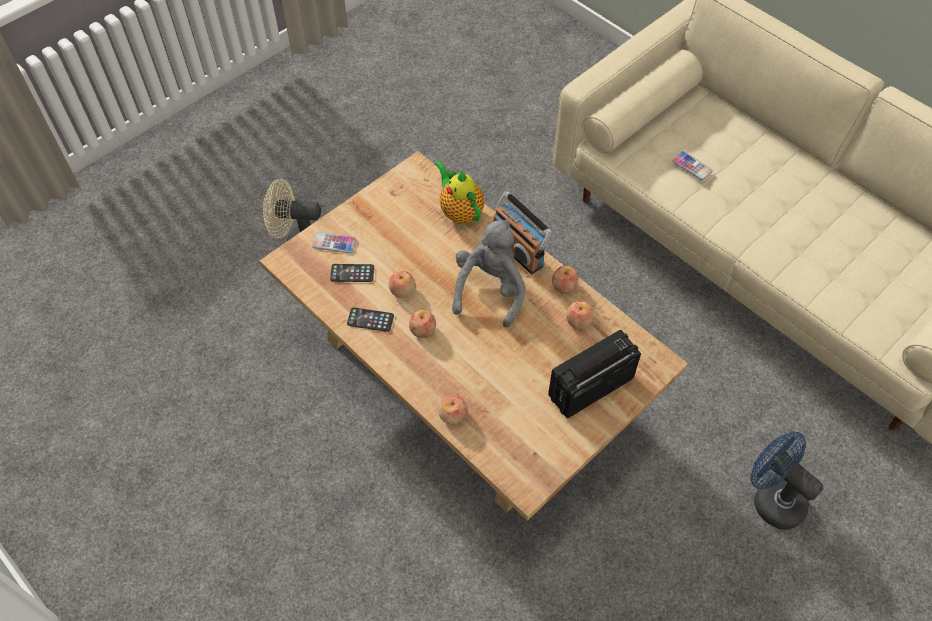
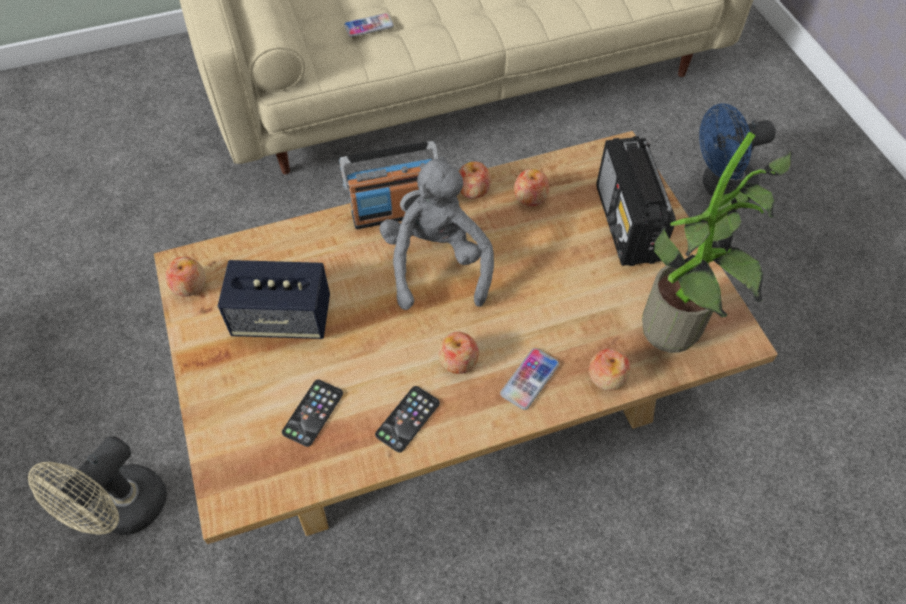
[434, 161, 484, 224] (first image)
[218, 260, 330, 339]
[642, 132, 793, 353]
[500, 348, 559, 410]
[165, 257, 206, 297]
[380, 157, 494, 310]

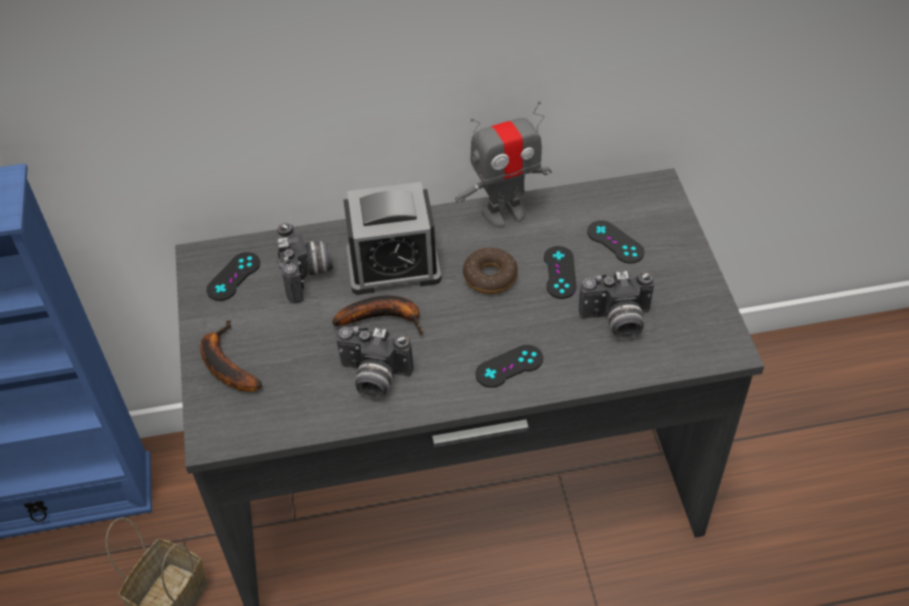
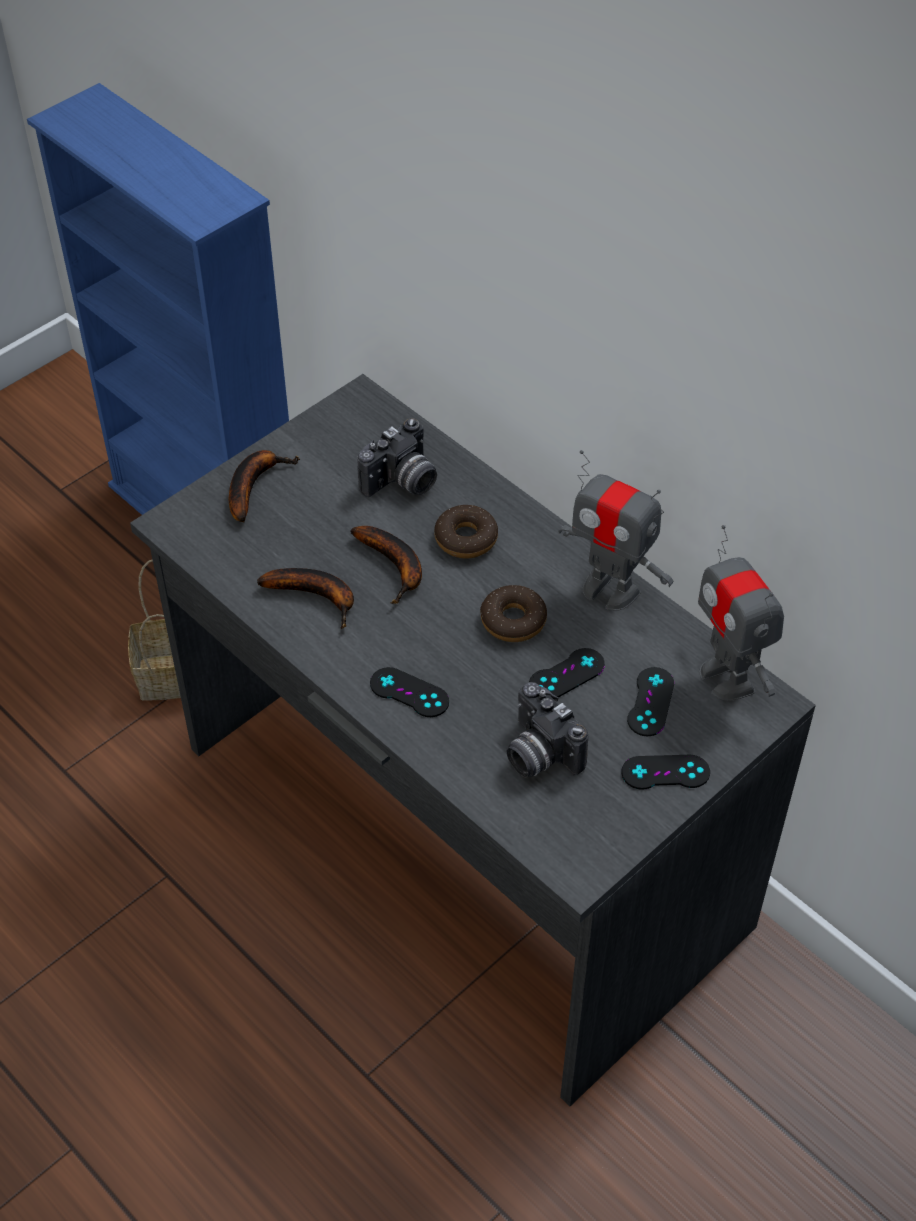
[698, 525, 784, 701]
[621, 755, 710, 790]
[257, 568, 354, 629]
[434, 505, 498, 558]

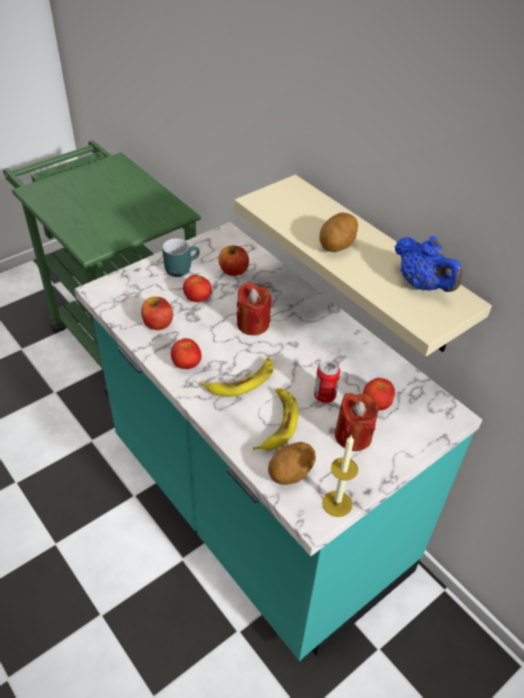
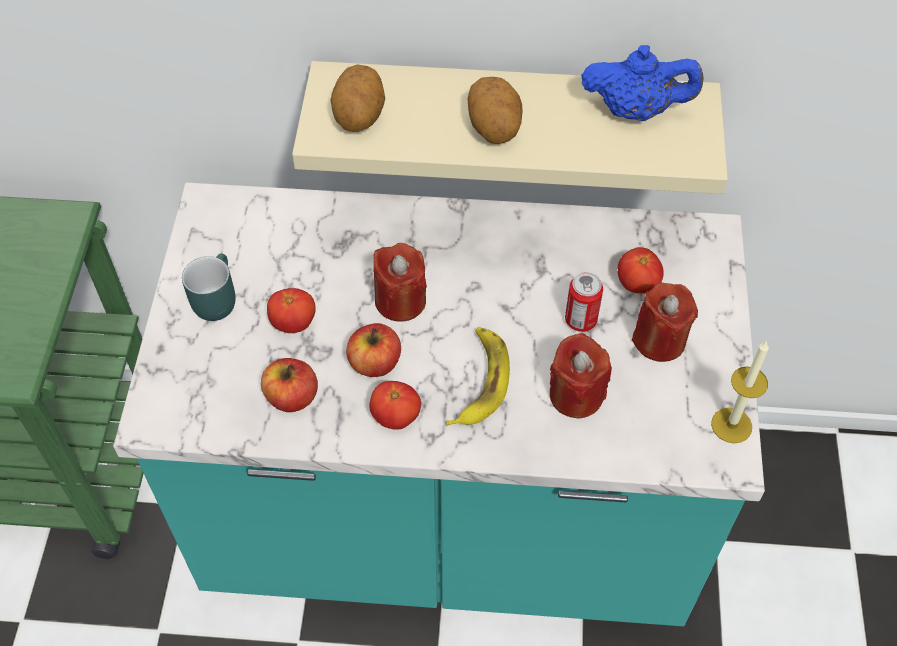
[346, 323, 401, 377]
[330, 64, 385, 132]
[550, 333, 612, 418]

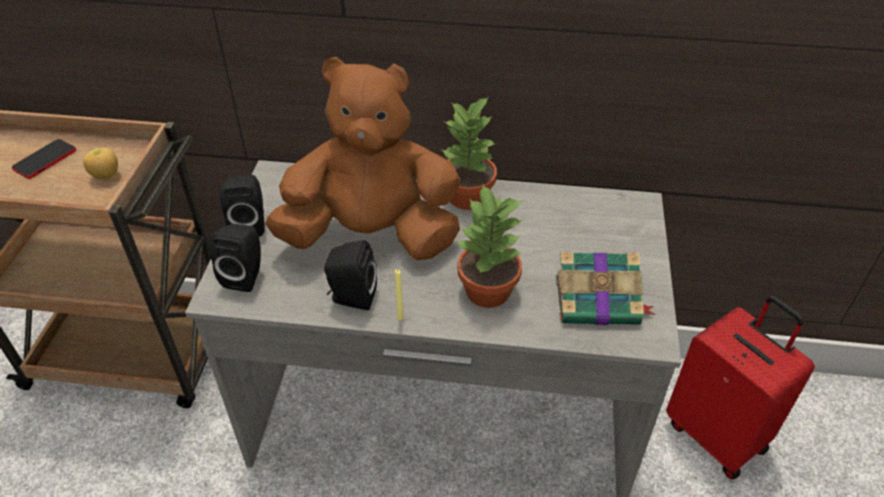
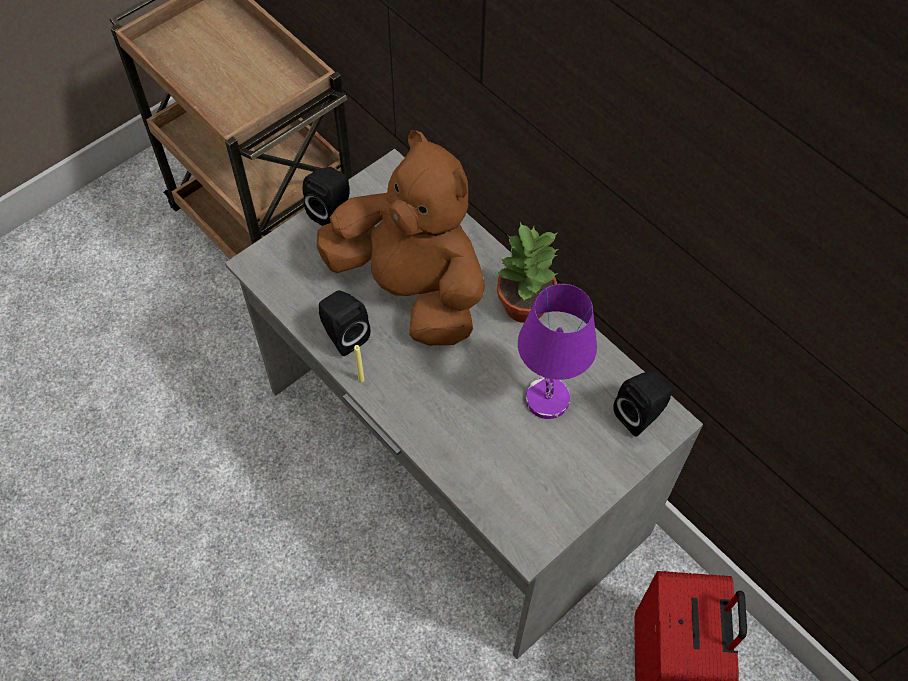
[12, 139, 76, 179] (first image)
[83, 148, 118, 179] (first image)
[456, 184, 522, 308] (first image)
[556, 252, 655, 325] (first image)
[518, 284, 597, 419]
[613, 371, 672, 436]

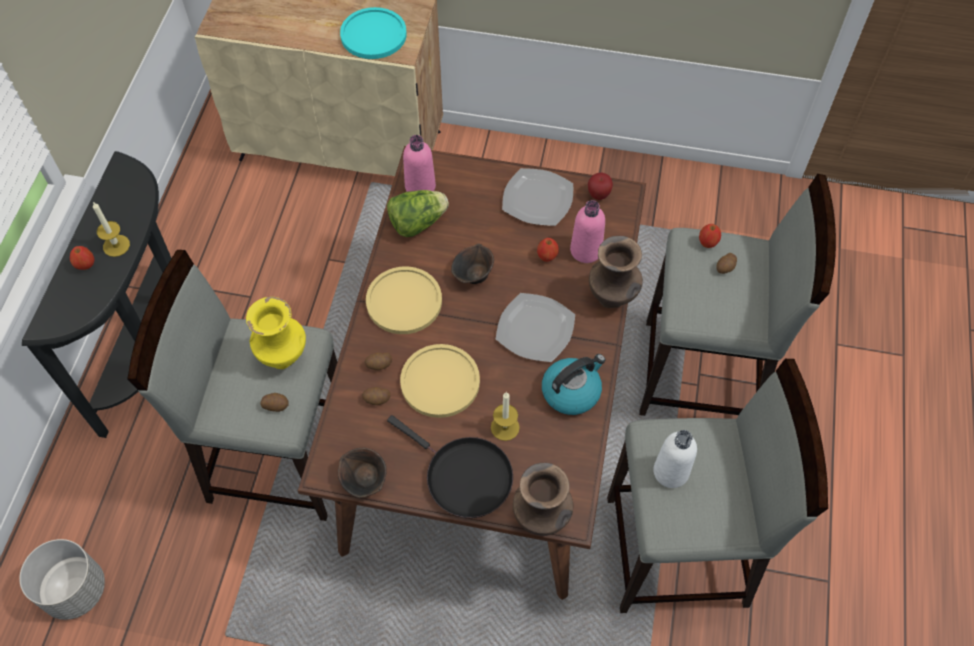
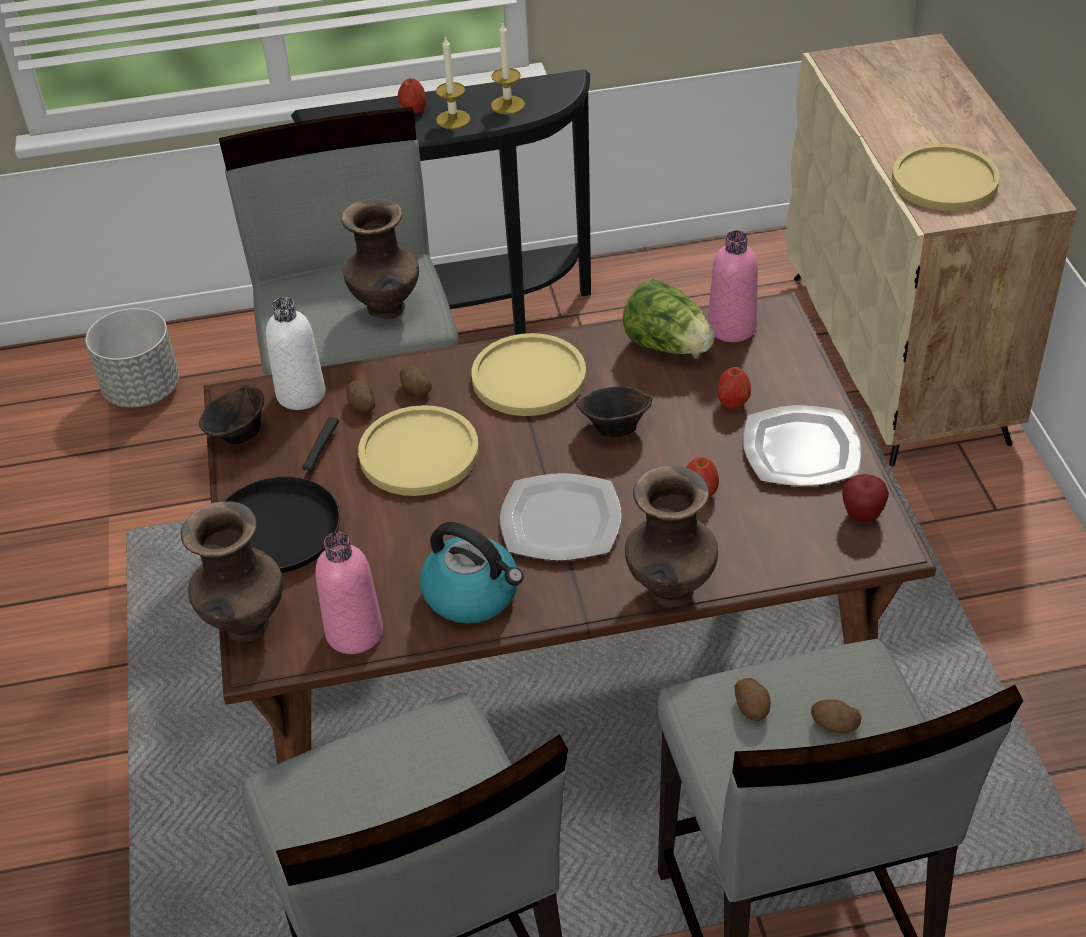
[734, 678, 771, 721]
[491, 22, 525, 114]
[315, 532, 383, 654]
[266, 297, 325, 410]
[717, 367, 751, 409]
[341, 197, 419, 320]
[892, 144, 1000, 211]

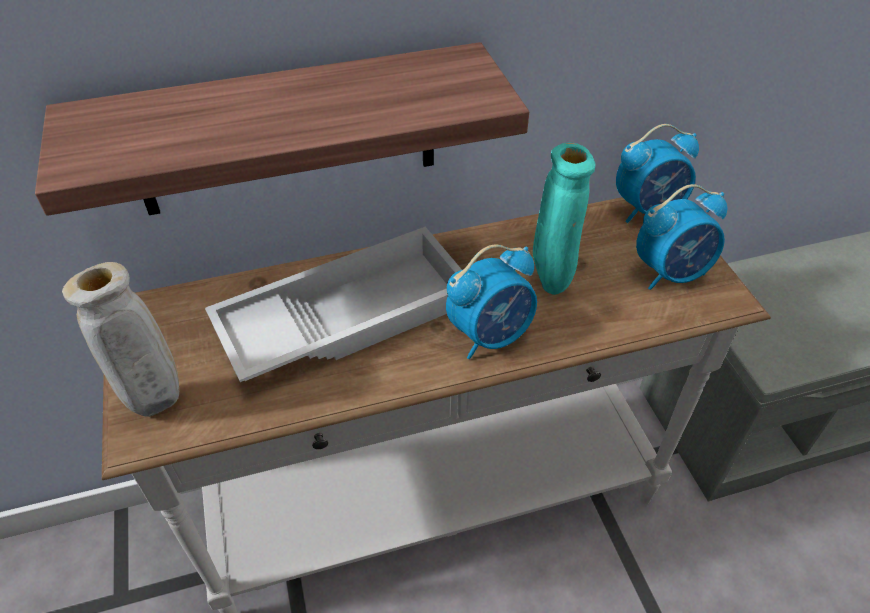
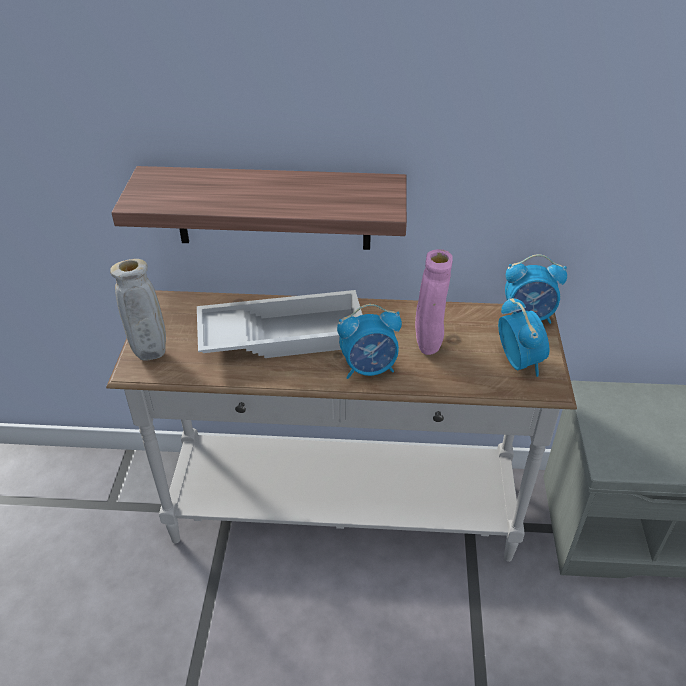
[415, 249, 453, 355]
[498, 296, 549, 377]

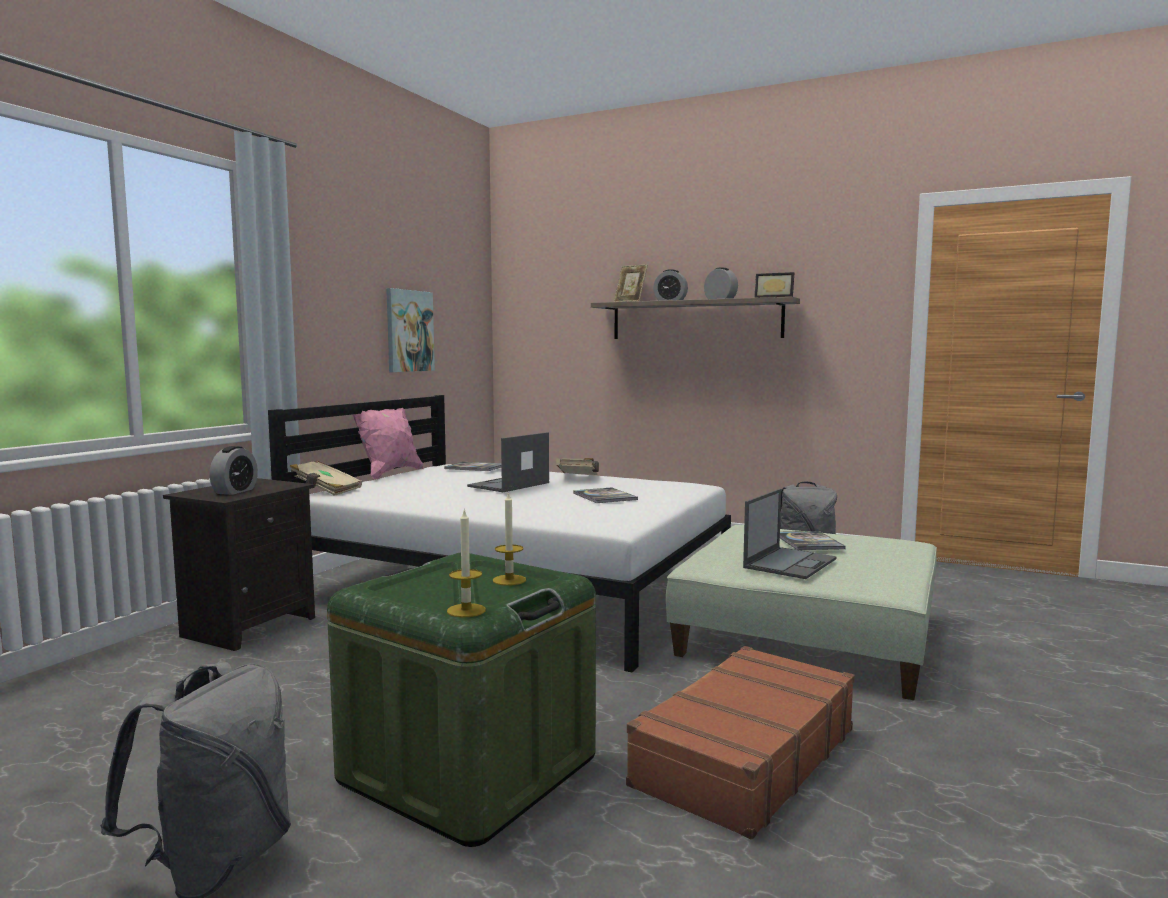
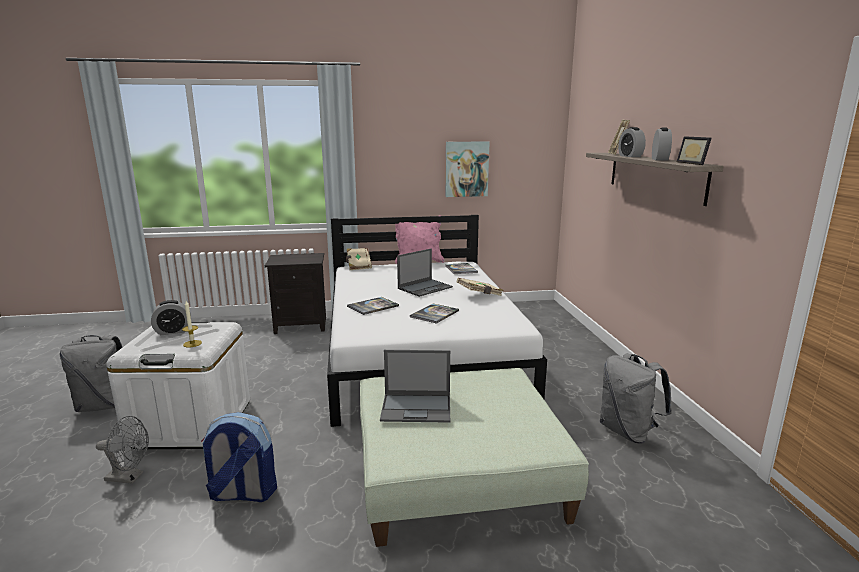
[447, 509, 486, 618] (first image)
[96, 416, 149, 484]
[151, 300, 191, 335]
[347, 297, 399, 315]
[201, 412, 277, 502]
[106, 322, 250, 449]
[397, 249, 453, 297]

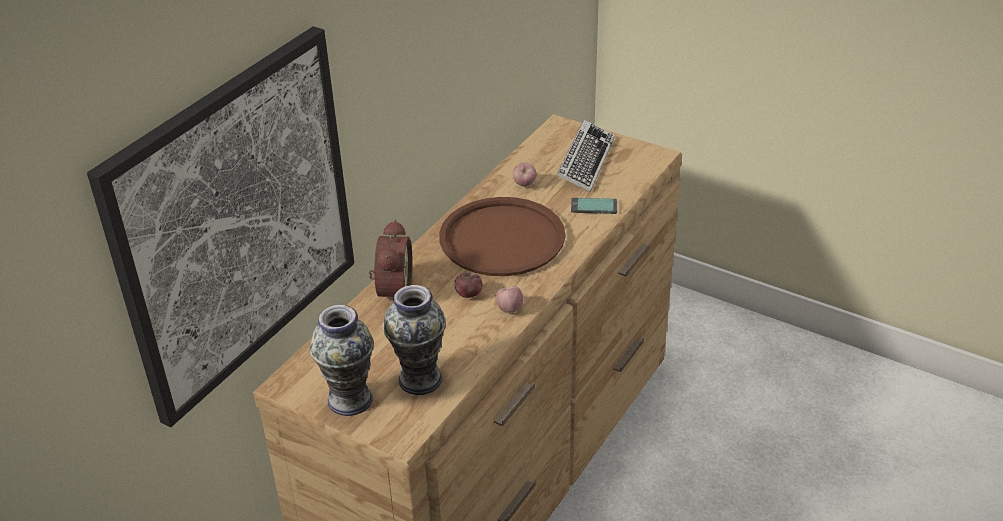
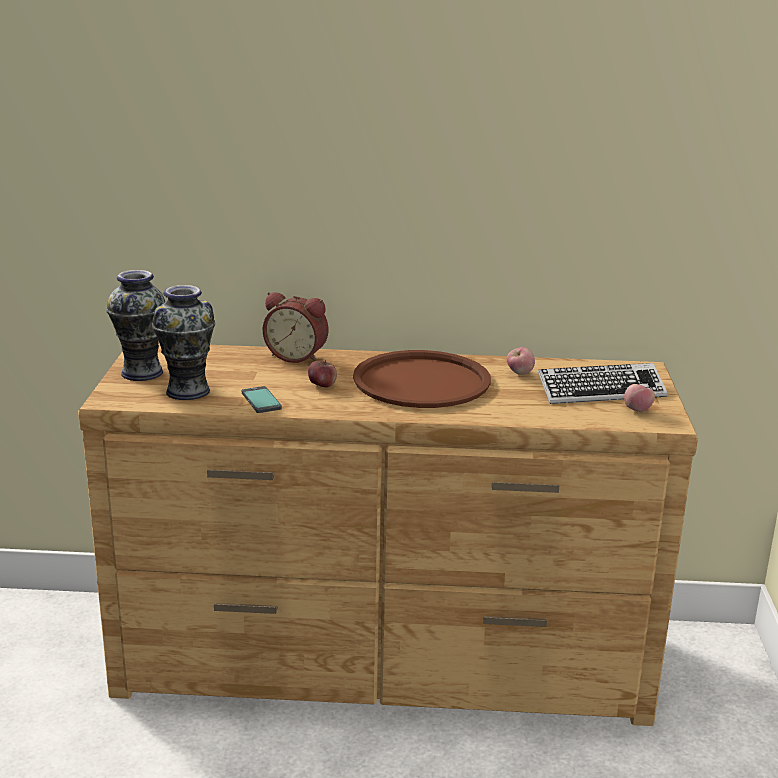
[87, 26, 354, 427] (first image)
[624, 384, 655, 412]
[242, 386, 282, 413]
[263, 292, 329, 363]

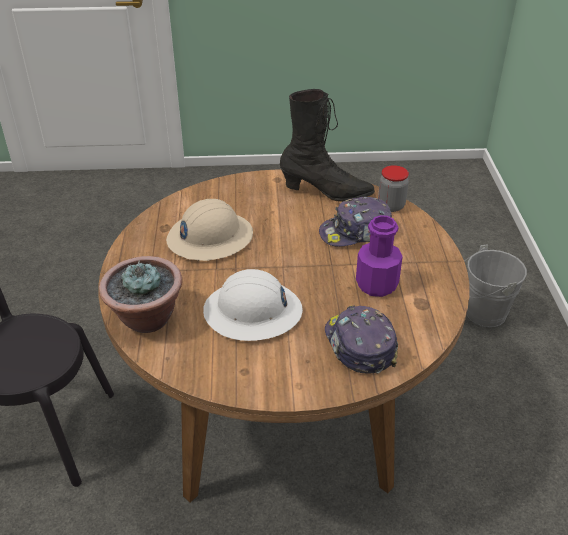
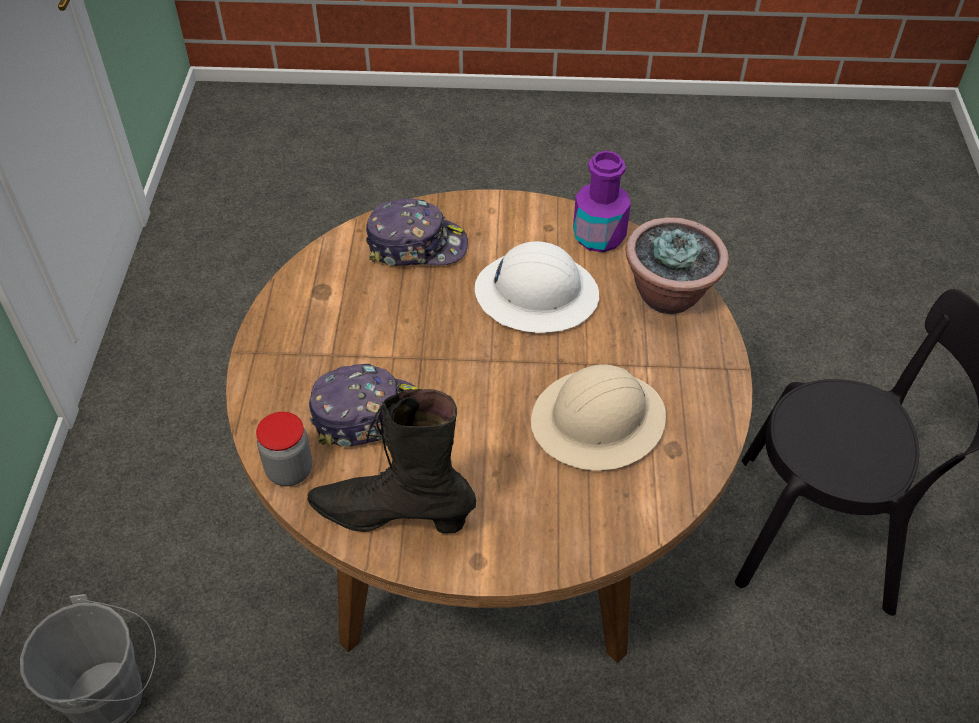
[573, 151, 631, 252]
[366, 199, 468, 266]

